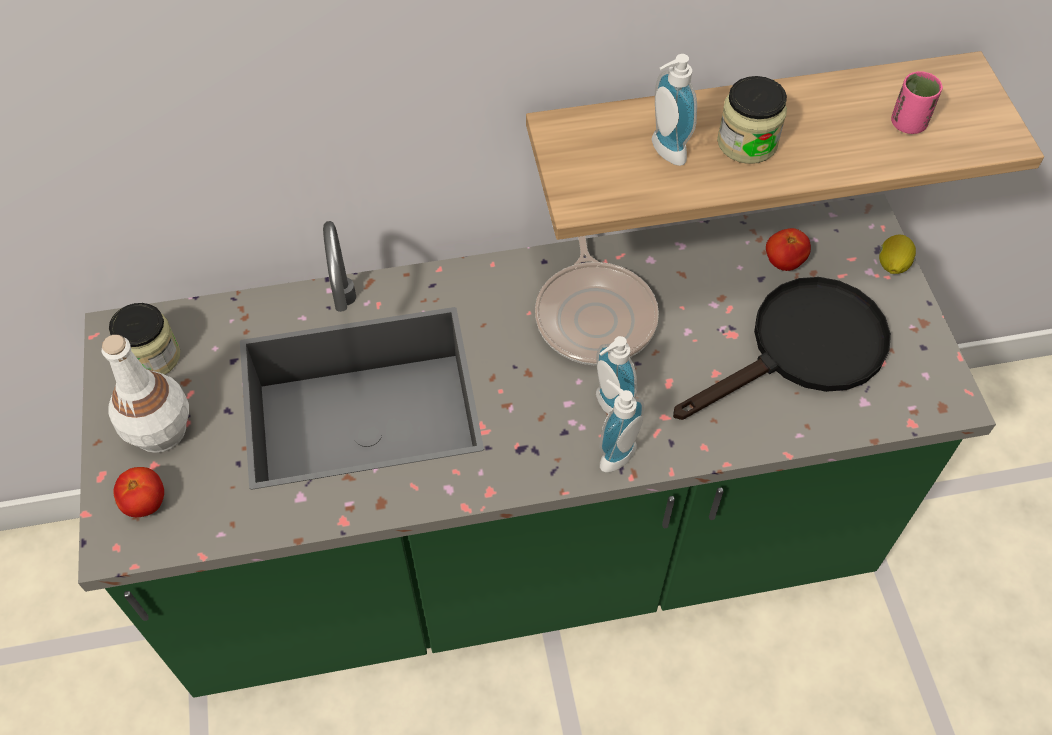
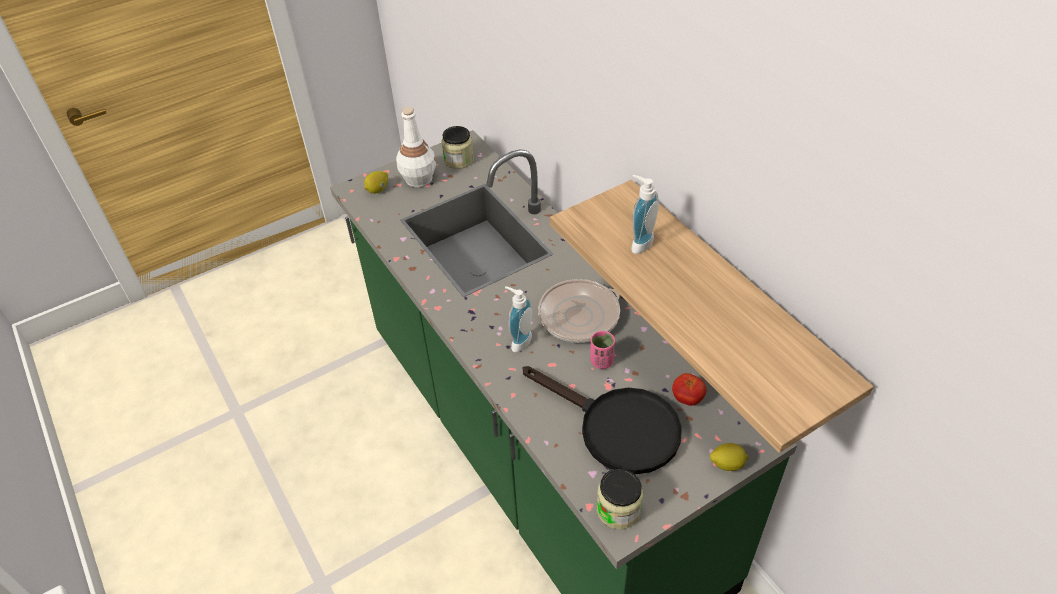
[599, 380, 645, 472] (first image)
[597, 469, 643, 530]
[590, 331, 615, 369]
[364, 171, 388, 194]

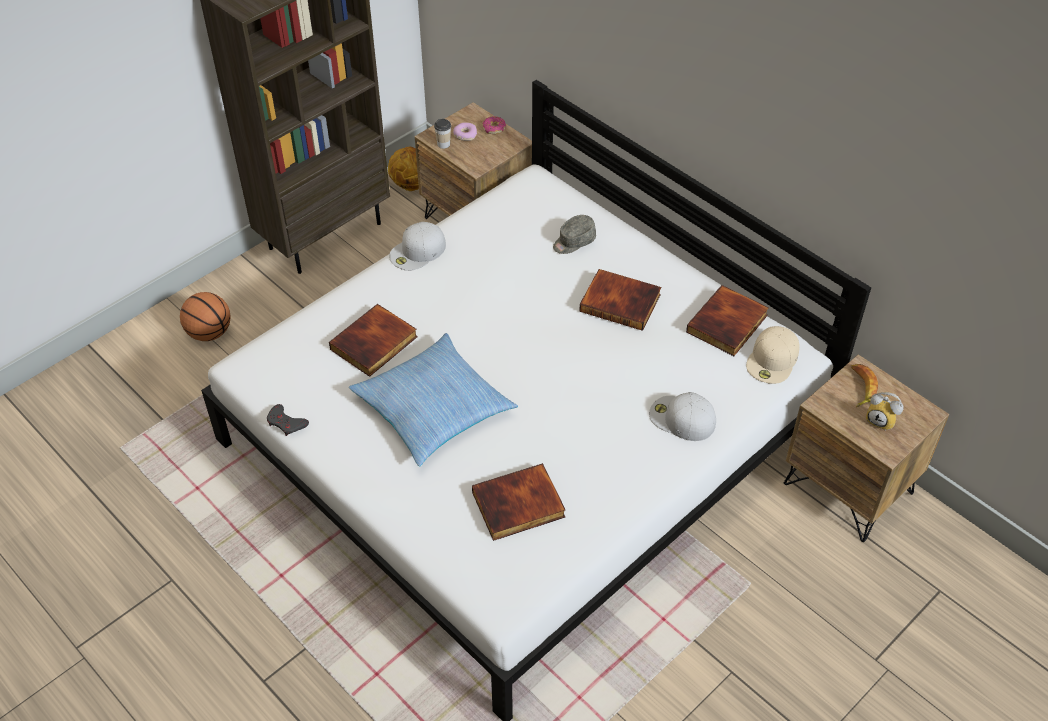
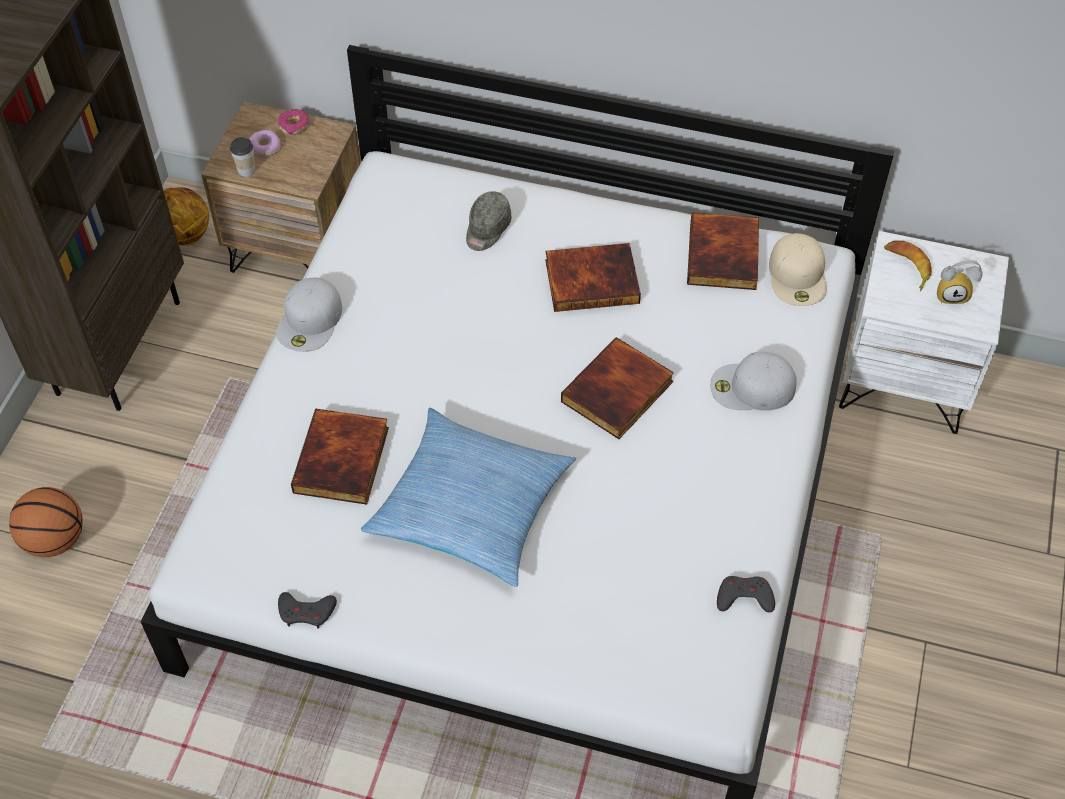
[717, 576, 775, 612]
[561, 337, 674, 439]
[839, 231, 1009, 434]

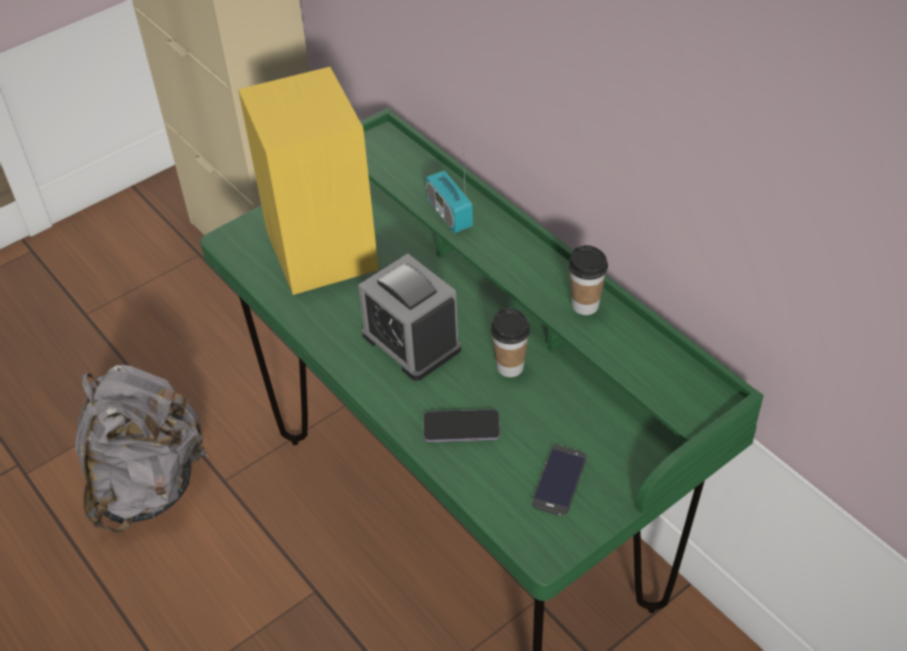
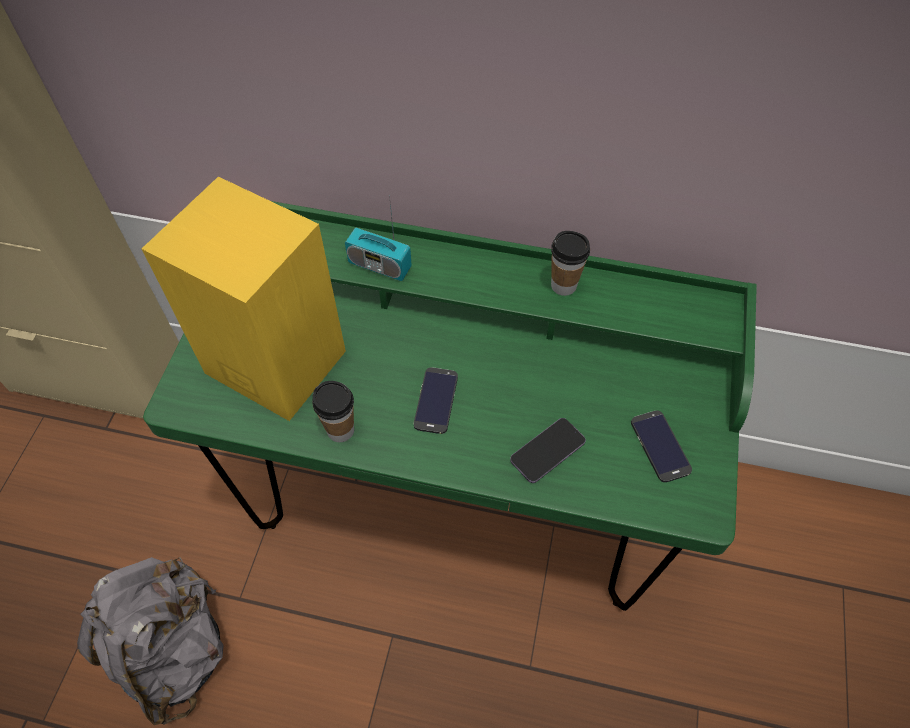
[312, 381, 354, 442]
[414, 367, 458, 434]

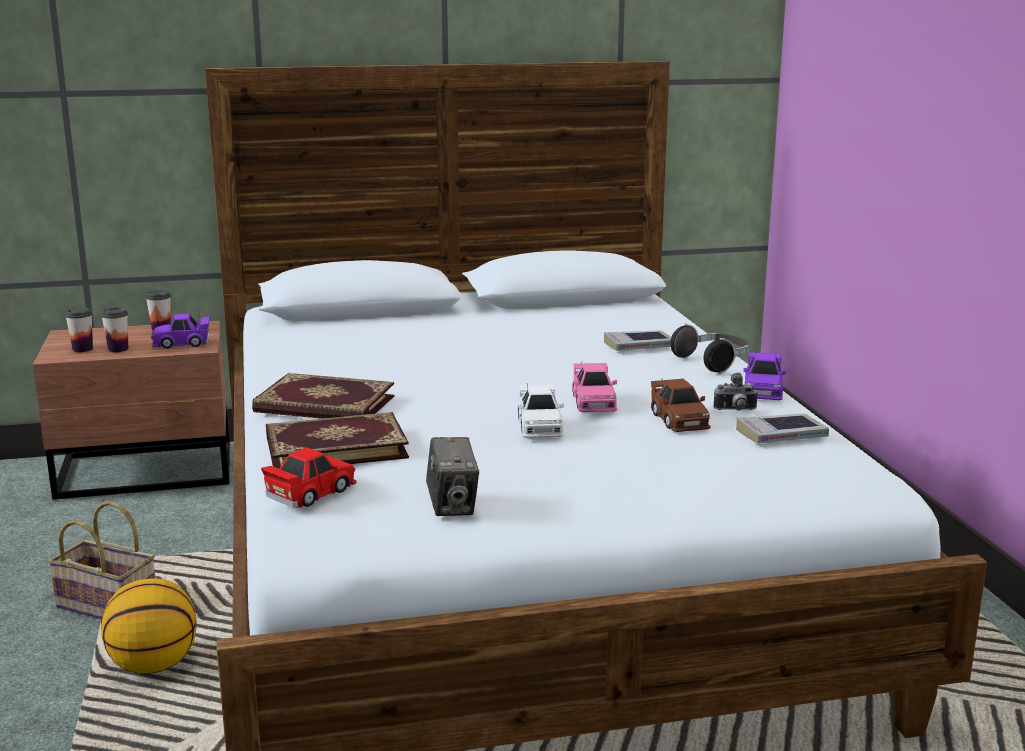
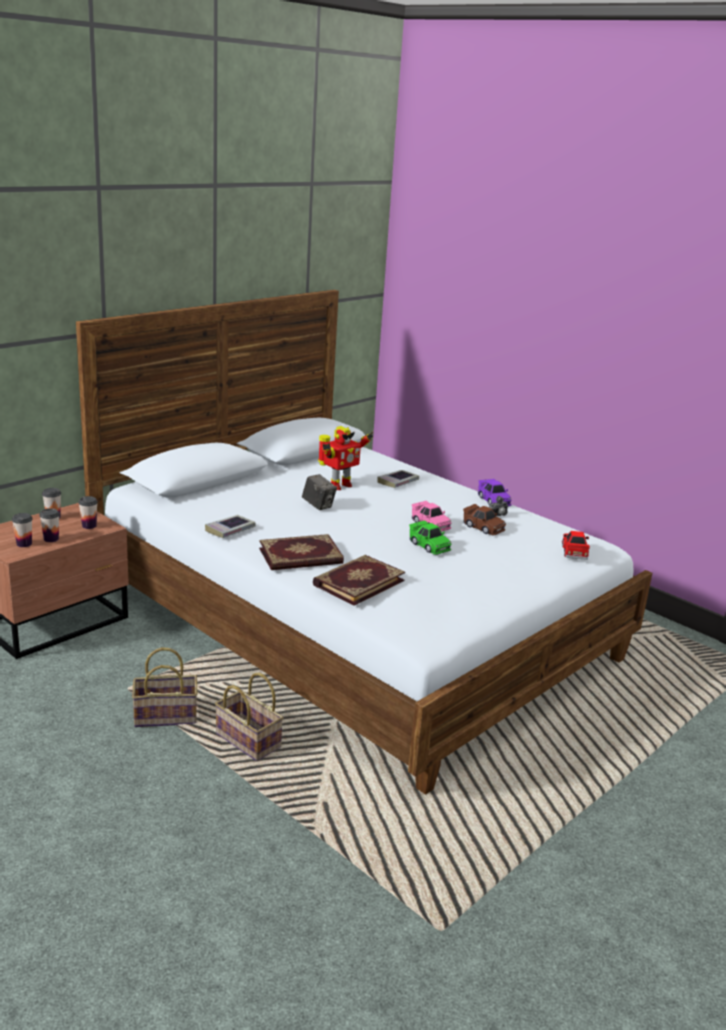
[670, 324, 749, 374] (first image)
[318, 426, 373, 490]
[562, 531, 590, 560]
[302, 474, 337, 510]
[205, 515, 256, 538]
[215, 672, 284, 761]
[78, 496, 98, 529]
[409, 520, 451, 555]

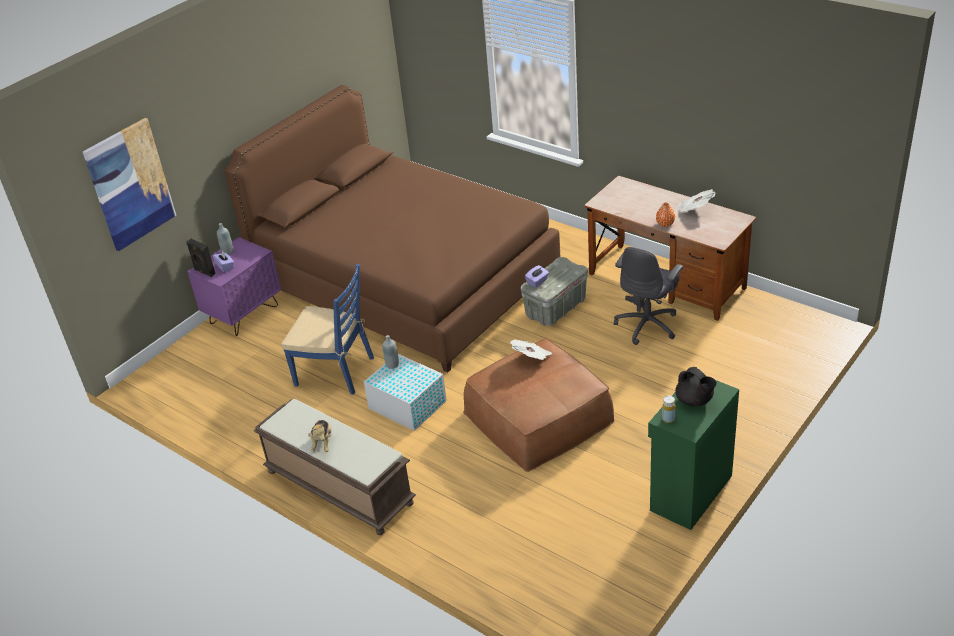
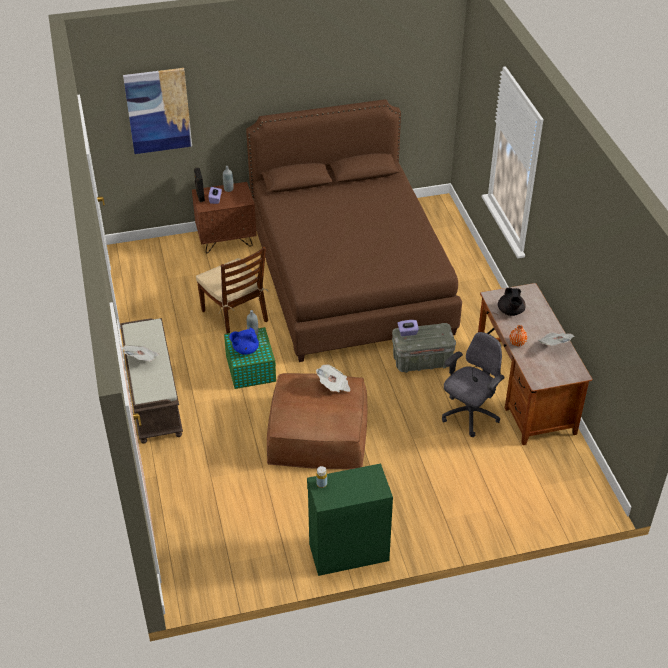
[229, 328, 259, 355]
[498, 288, 526, 316]
[123, 345, 160, 361]
[192, 182, 257, 253]
[196, 247, 269, 334]
[224, 327, 276, 389]
[442, 332, 505, 437]

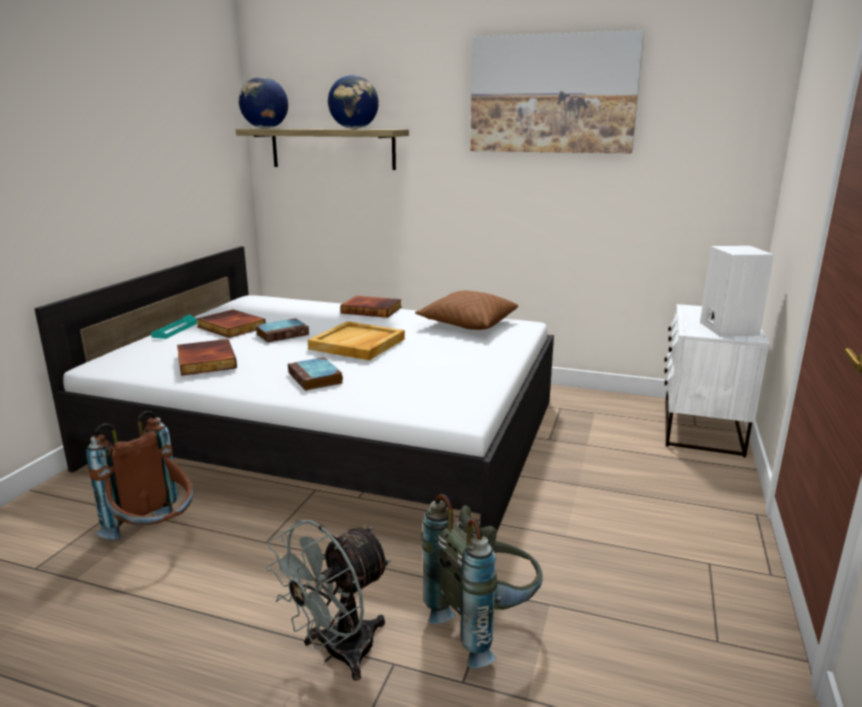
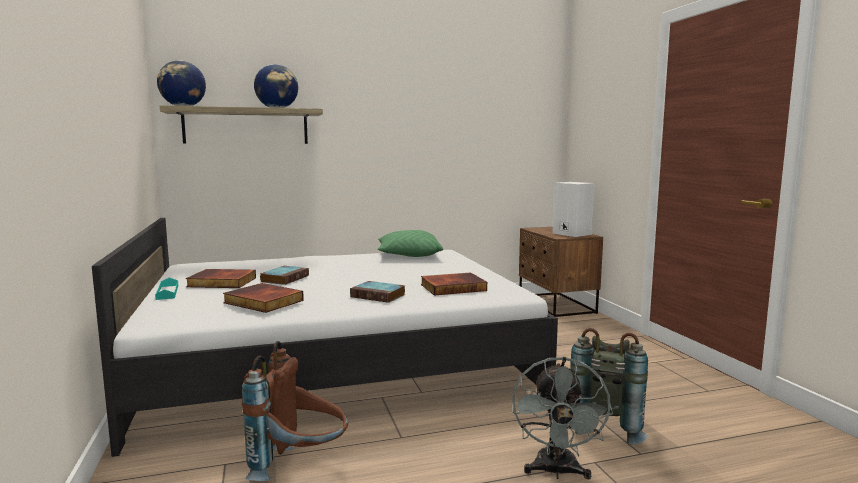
[308, 321, 405, 360] (first image)
[470, 30, 644, 154] (first image)
[421, 272, 487, 296]
[378, 230, 444, 257]
[519, 227, 603, 317]

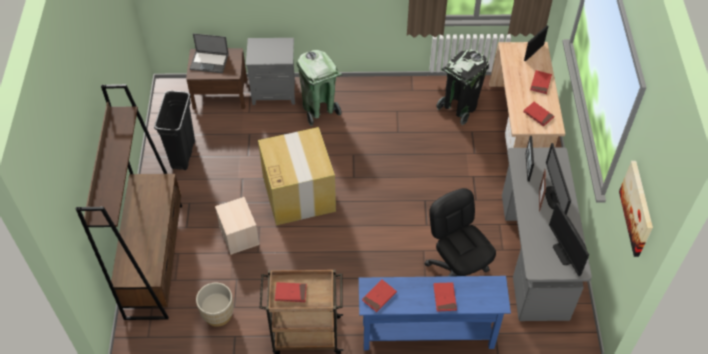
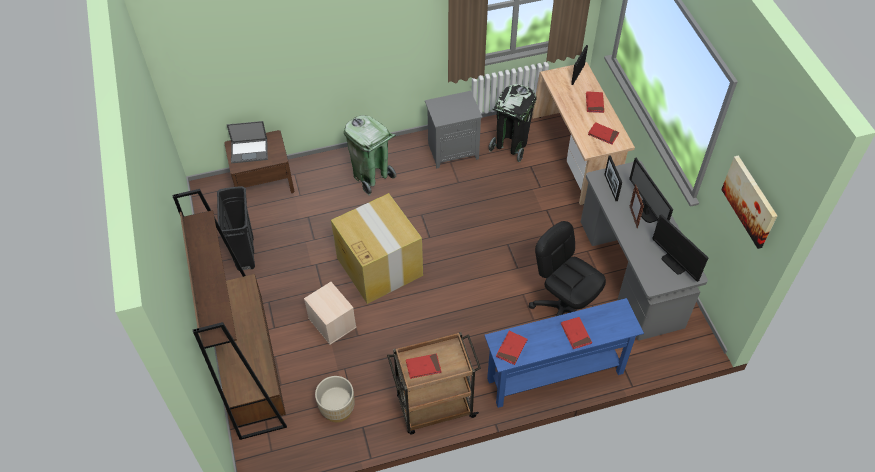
[425, 91, 482, 169]

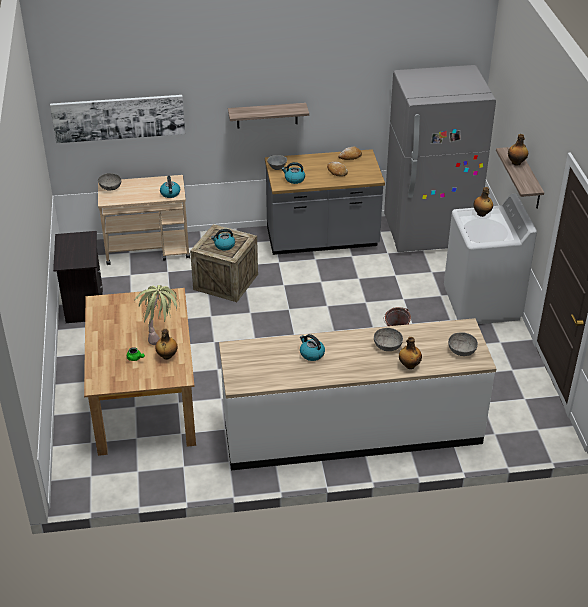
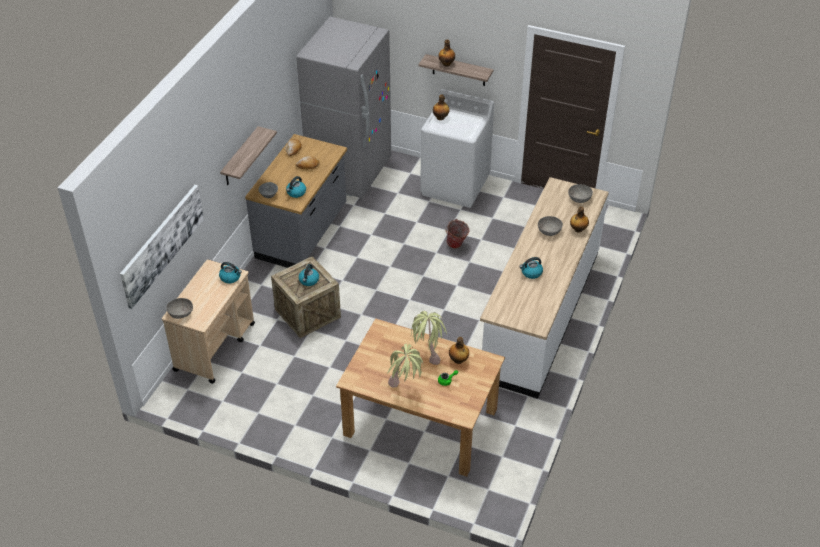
[53, 231, 103, 323] (first image)
[387, 343, 423, 388]

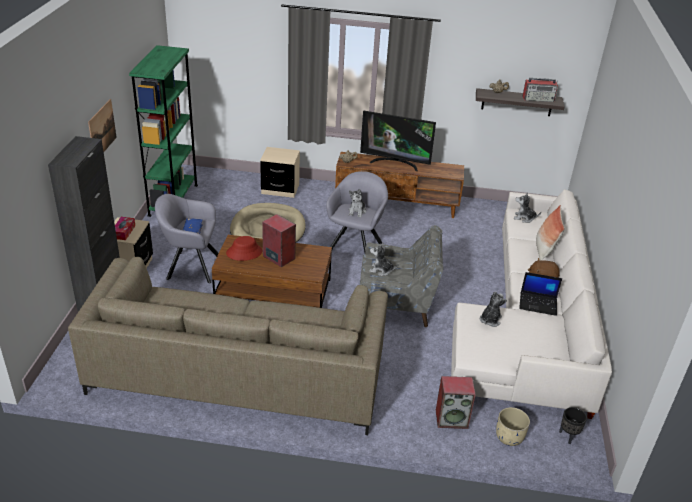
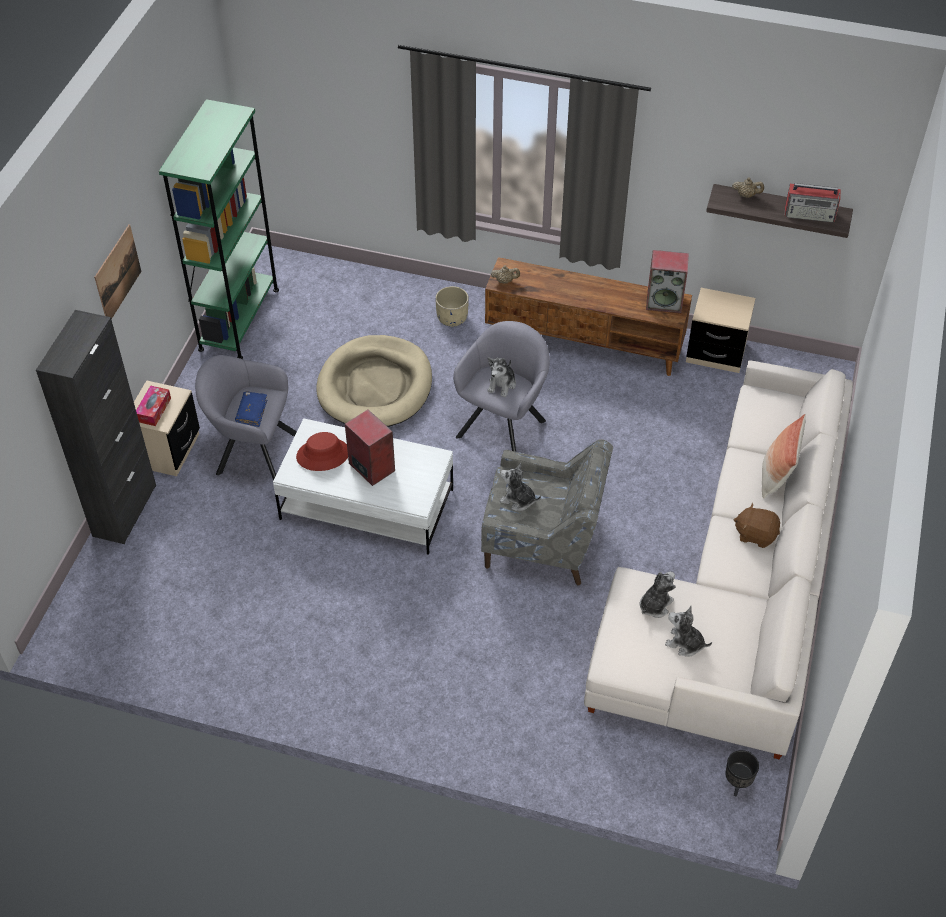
[68, 257, 388, 435] (first image)
[360, 111, 436, 171] (first image)
[519, 272, 562, 316] (first image)
[686, 288, 756, 373]
[646, 250, 689, 313]
[435, 286, 469, 327]
[665, 606, 712, 657]
[273, 418, 453, 555]

